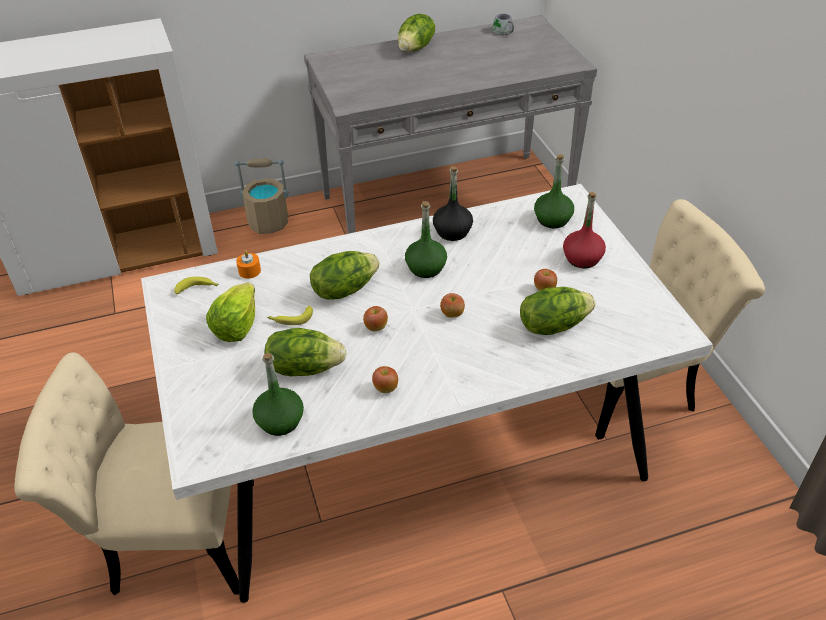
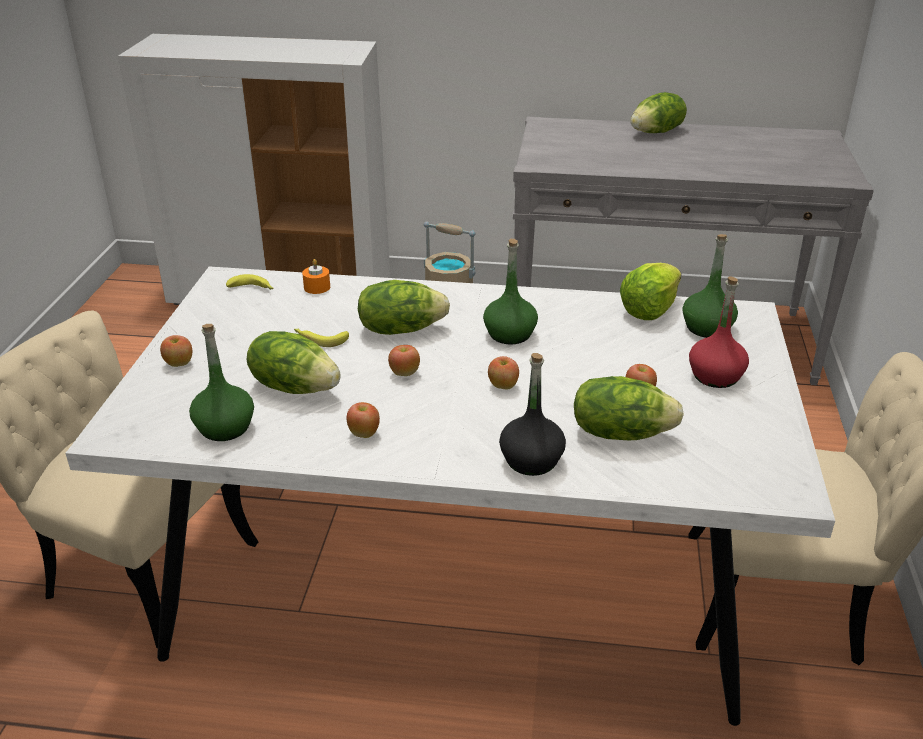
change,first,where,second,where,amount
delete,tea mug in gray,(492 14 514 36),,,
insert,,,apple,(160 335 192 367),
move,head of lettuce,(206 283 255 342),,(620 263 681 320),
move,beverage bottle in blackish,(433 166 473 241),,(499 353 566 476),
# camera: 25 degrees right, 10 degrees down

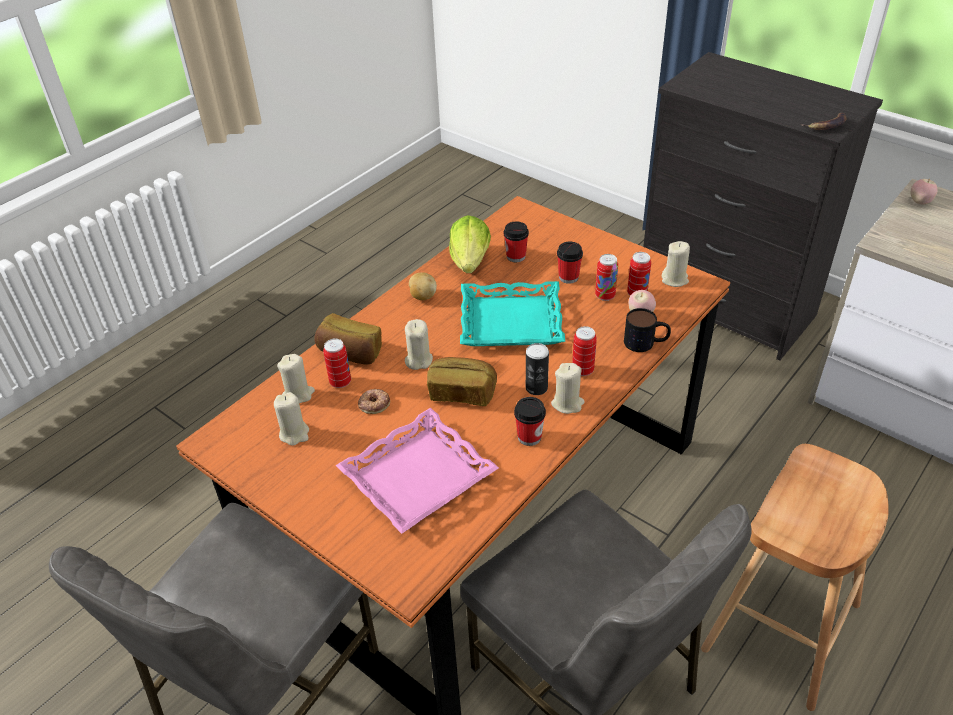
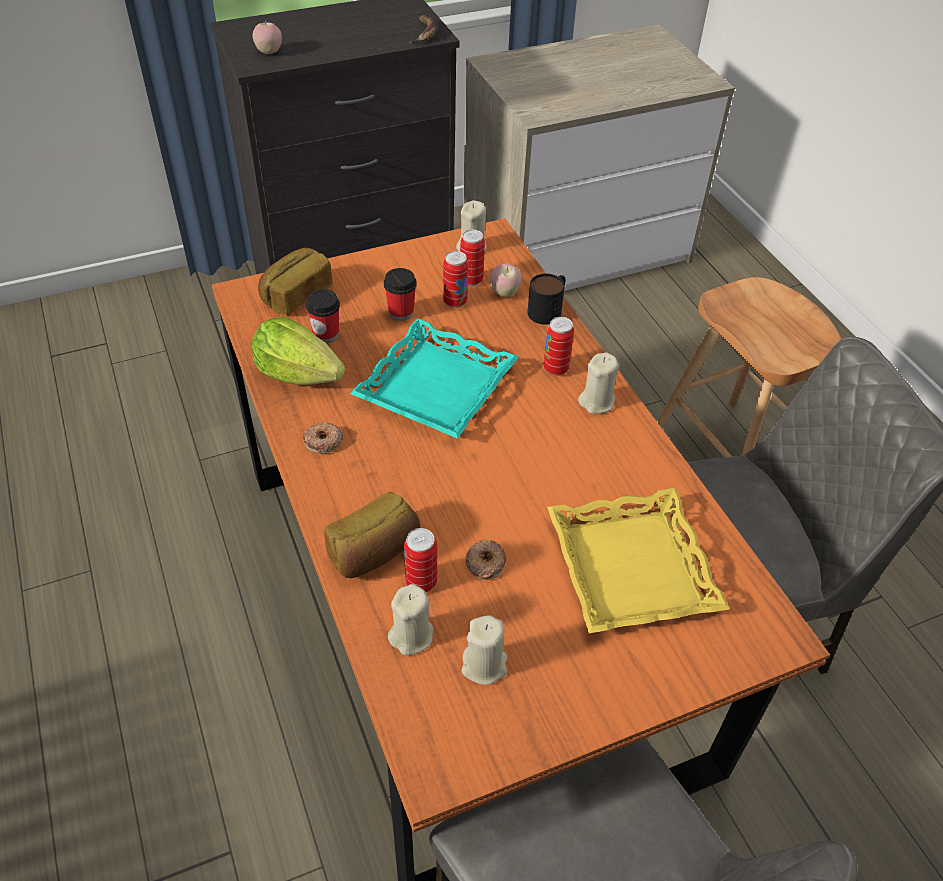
change,first,where,second,where,amount
delete,wax candle in sand-coloured,(405 319 433 370),,,
delete,small cup,(514 397 546 446),,,
delete,metal can,(526 343 549 395),,,
move,baked bread,(427 357 497 406),,(258 248 333 315),
move,apple,(911 178 938 204),,(252 19 282 54),
replace,potato,(409 272 437 300),donut,(303 422 344 453),
recolor,tray in pinkish,(336 408 499 534),tray in yellow,(547 488 730 633),
# camera: 65 degrees left, 5 degrees up

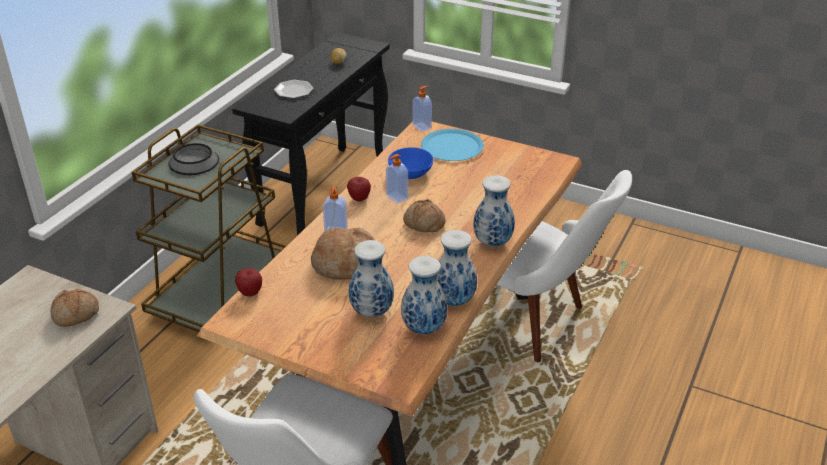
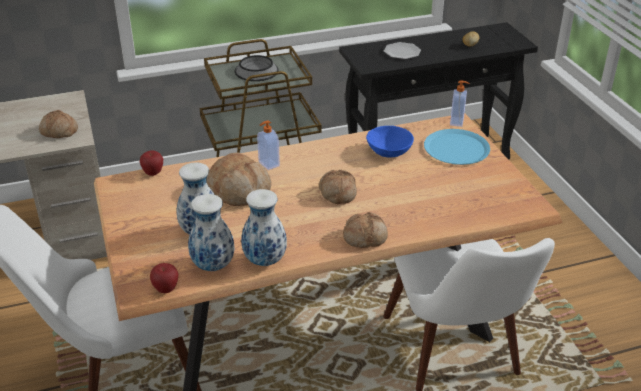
change,first,where,second,where,amount
delete,soap bottle,(386 154 408 203),,,
move,apple,(347 177 371 202),,(150 263 179 293),
replace,decorative vase,(473 175 515 247),baked bread,(343 212 388 248),
# camera: 45 degrees right, 0 degrees up

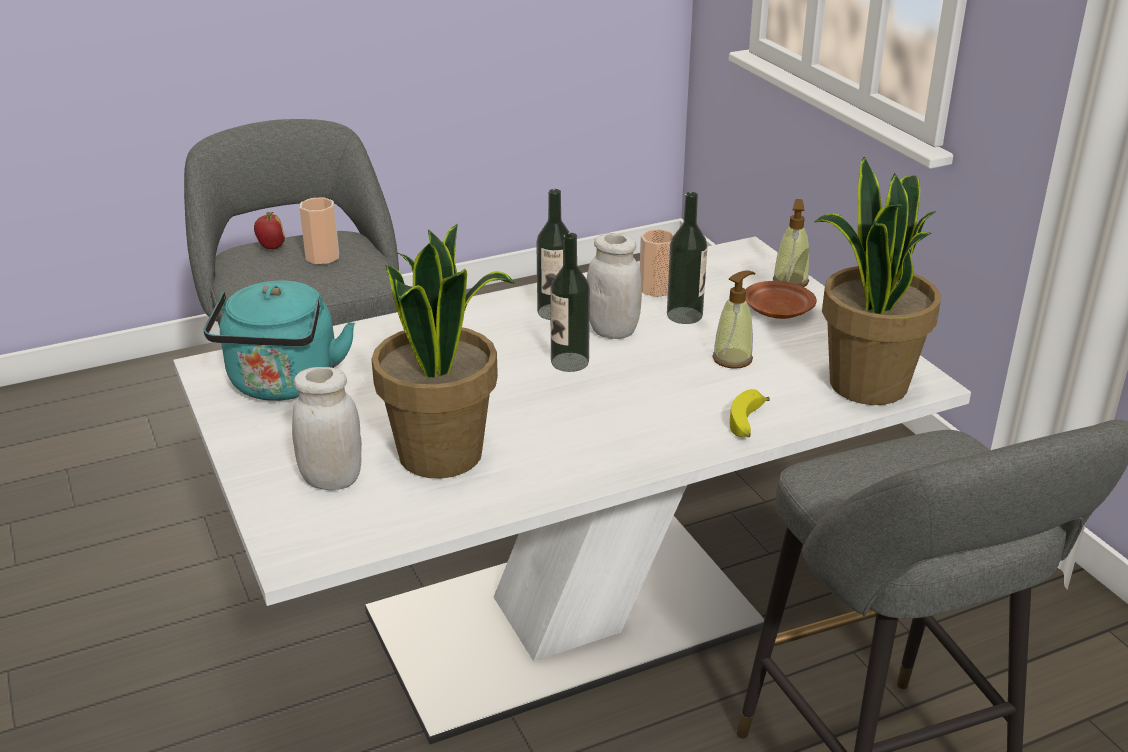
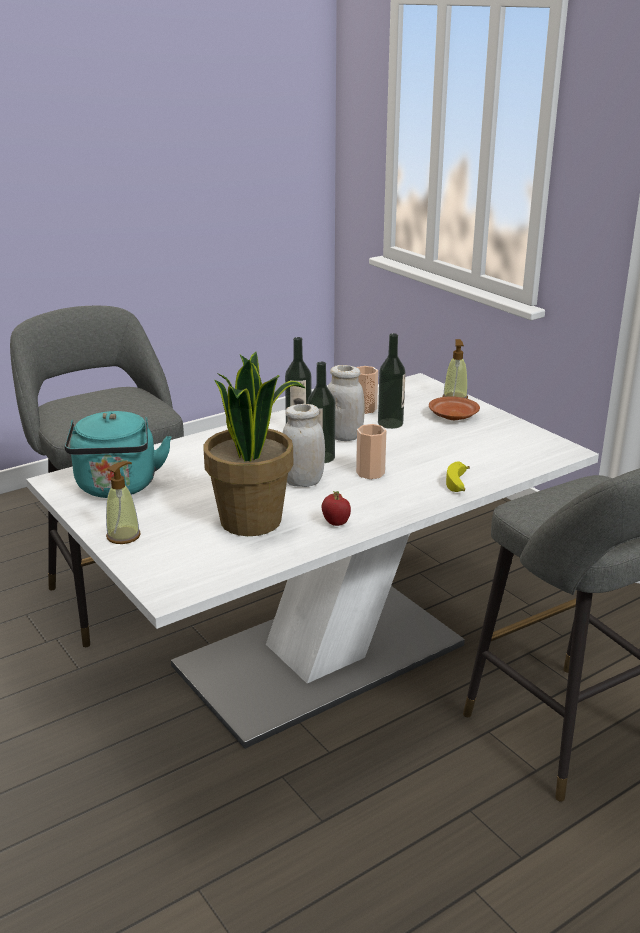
change,first,where,second,where,amount
delete,plant in a pot,(814 156 941 405),,,
move,apple,(254 212 285 249),,(322 491 351 526),
move,preserve jar in white-coloured,(292 367 362 491),,(282 404 325 487),
move,small cup,(300 197 339 264),,(356 424 386 479),
move,soap bottle,(712 270 755 369),,(106 461 141 544),
# camera: 10 degrees left, 5 degrees down

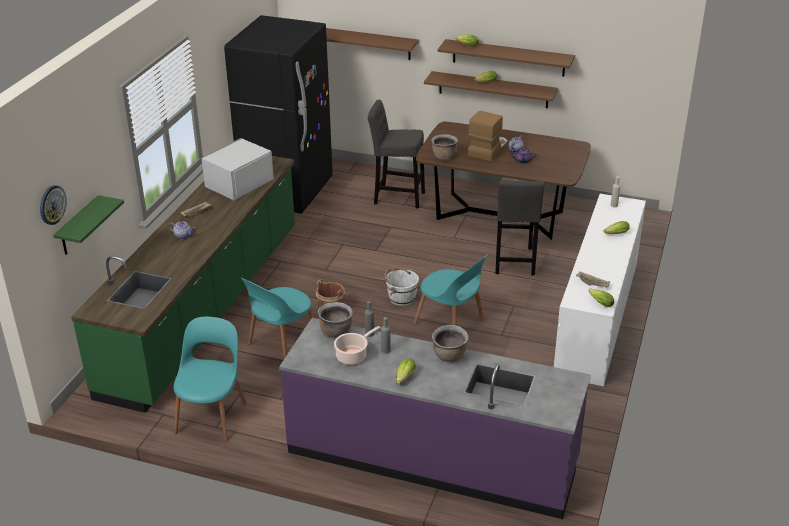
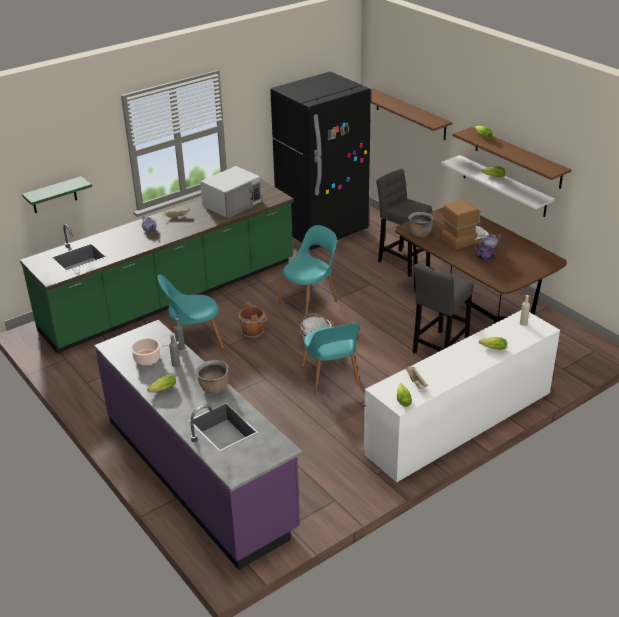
change,first,where,second,where,amount
delete,wall clock,(40 185 66 225),,,
delete,saucepot in brown-coloured,(318 302 353 338),,,
move,upright chair in blue-green,(174 317 247 441),,(278 225 337 318),
recolor,bracket shelf in brown-coloured,(424 71 558 108),bracket shelf in white-coloured,(441 155 555 217),
rotate,microwave oven in white-coloured,(201 138 274 200),,(200 166 262 218),150 degrees clockwise
# camera: 35 degrees right, 0 degrees up

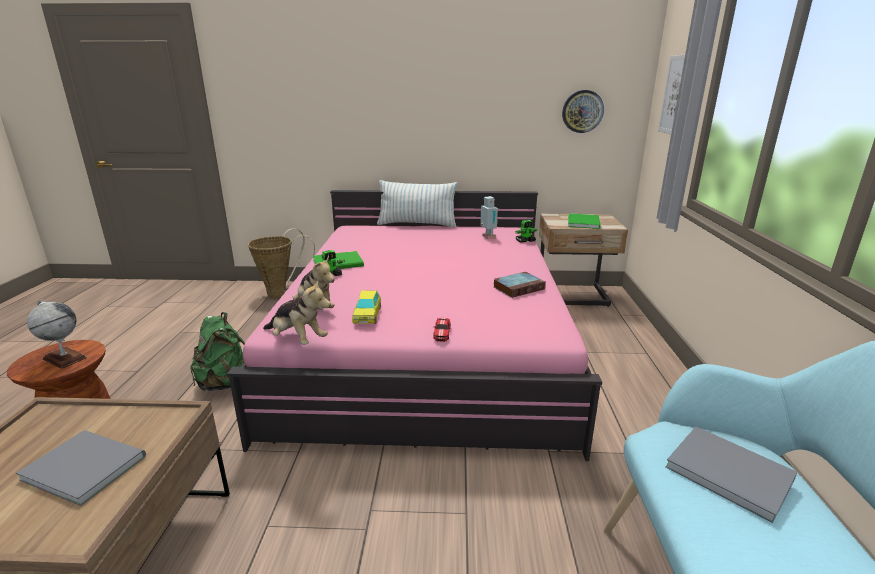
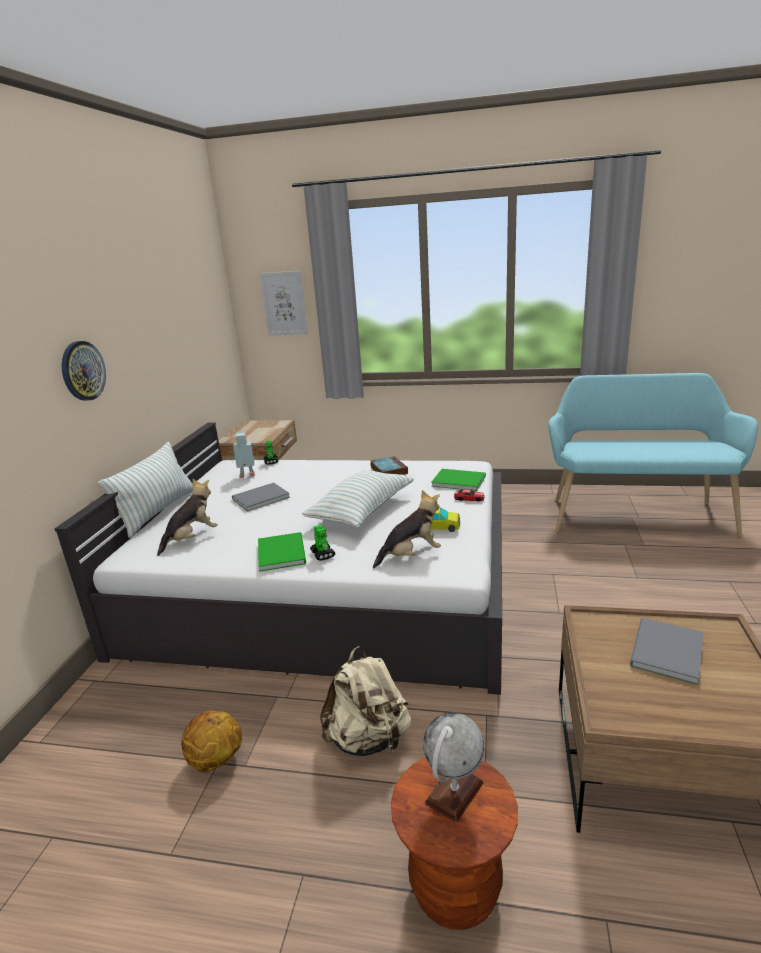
change,first,where,second,where,amount
delete,storage basket,(248 228 315 298),,,
insert,,,ball for basketball,(181 711 242 773),
insert,,,throw pillow,(302 470 413 528),
move,cuddly toy,(263 279 331 345),,(157 479 218 556),
move,wall clock,(562 90 604 133),,(62 341 106 401),
move,bound book in green-coloured,(568 213 600 229),,(431 469 486 491),
move,bound book in gray,(665 426 797 523),,(232 483 290 512),
recolor,rucksack in green-coloured,(191 312 245 391),rucksack in sand-coloured,(320 646 411 756),
recolor,bedroom bed in pinkish,(227 190 602 461),bedroom bed in white-coloured,(54 422 502 695),
# camera: 80 degrees left, 0 degrees up

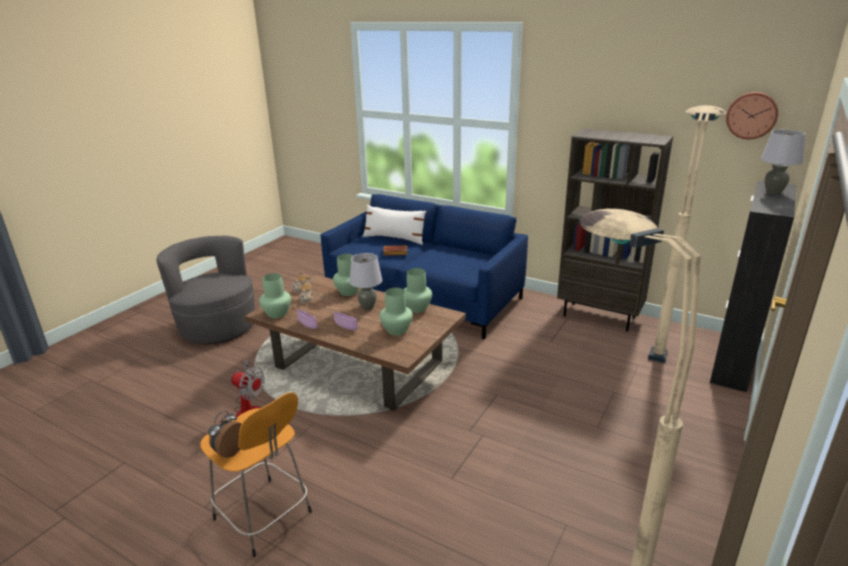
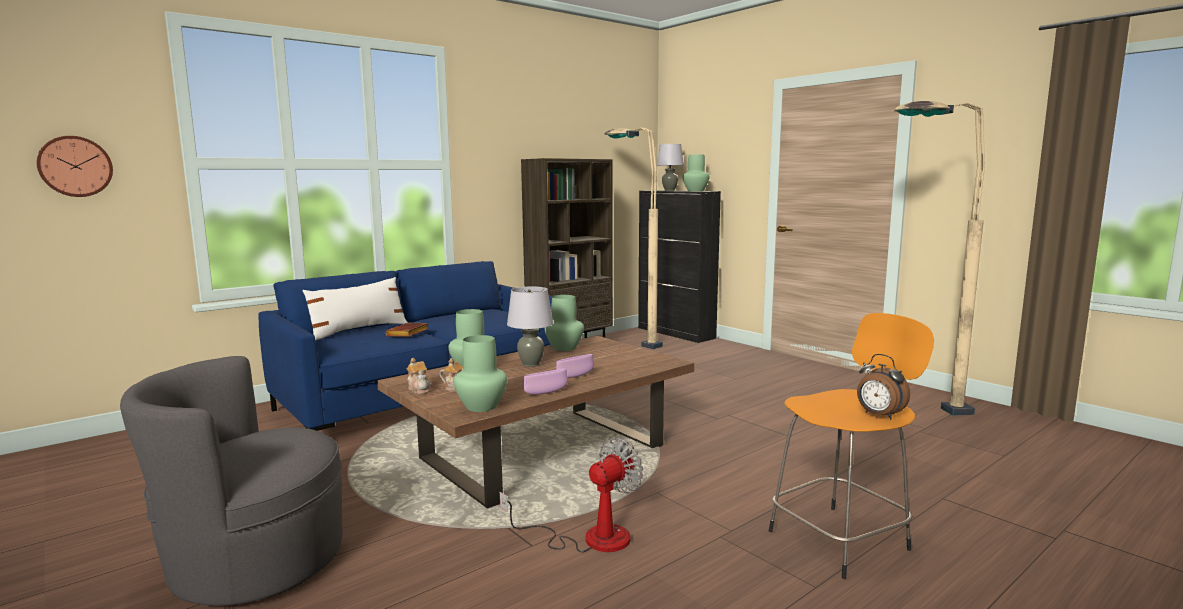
change,first,where,second,where,amount
move,decorative vase in green-coloured,(380 288 413 336),,(683 155 710 191),
move,wall clock,(726 92 778 139),,(36 136 113 197),
# camera: 70 degrees left, 15 degrees down

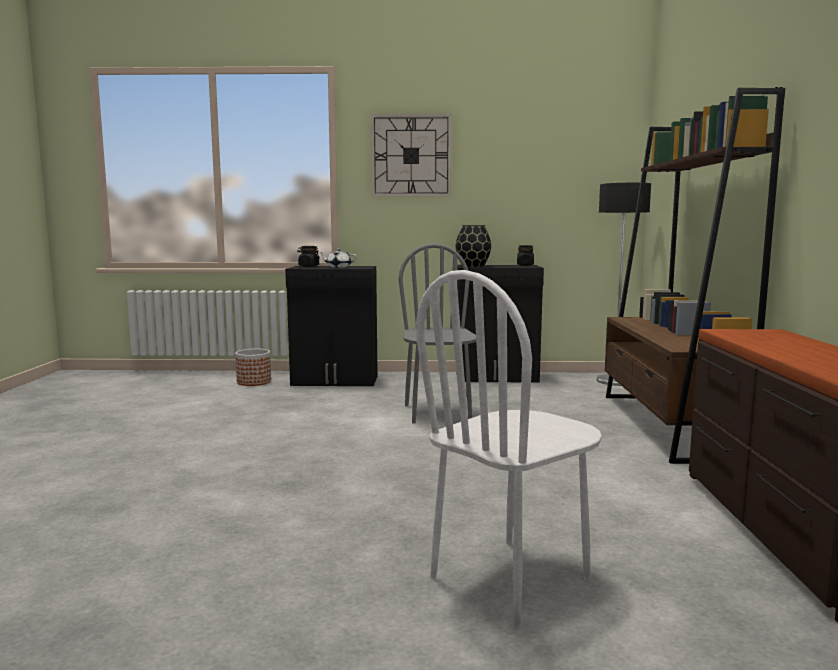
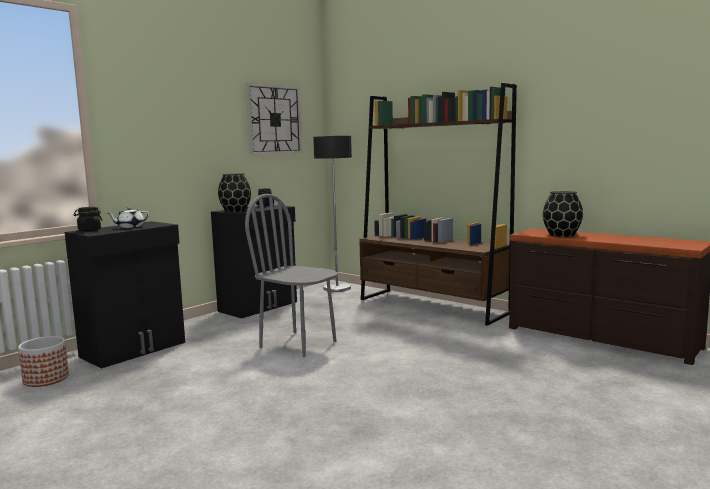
change,first,where,second,where,amount
delete,upright chair in white-coloured,(416 270 602 628),,,
insert,,,decorative vase in blackish,(543 191 583 237),
move,wall clock,(371 114 451 197),,(246 83 302 155),
# camera: 50 degrees left, 0 degrees up

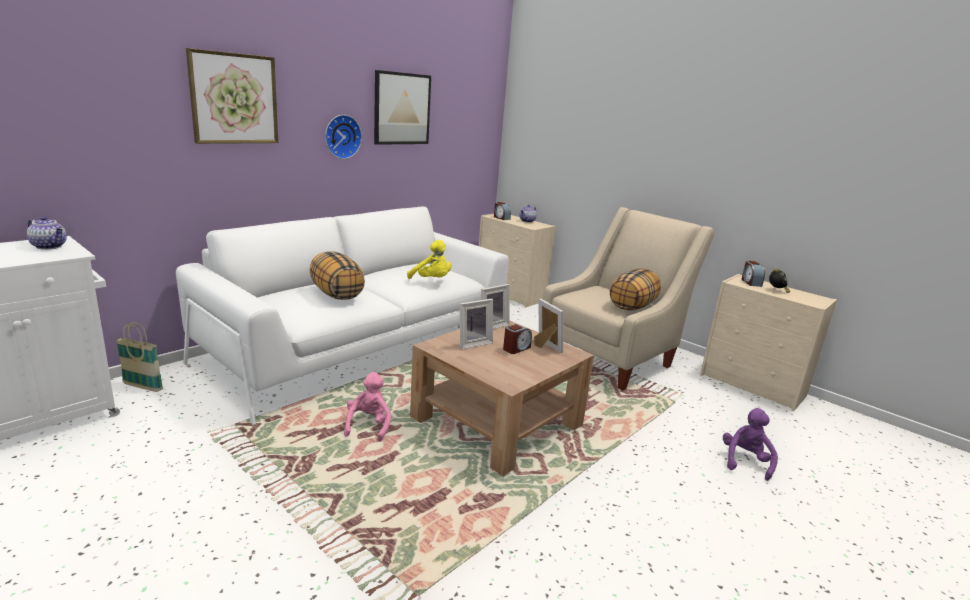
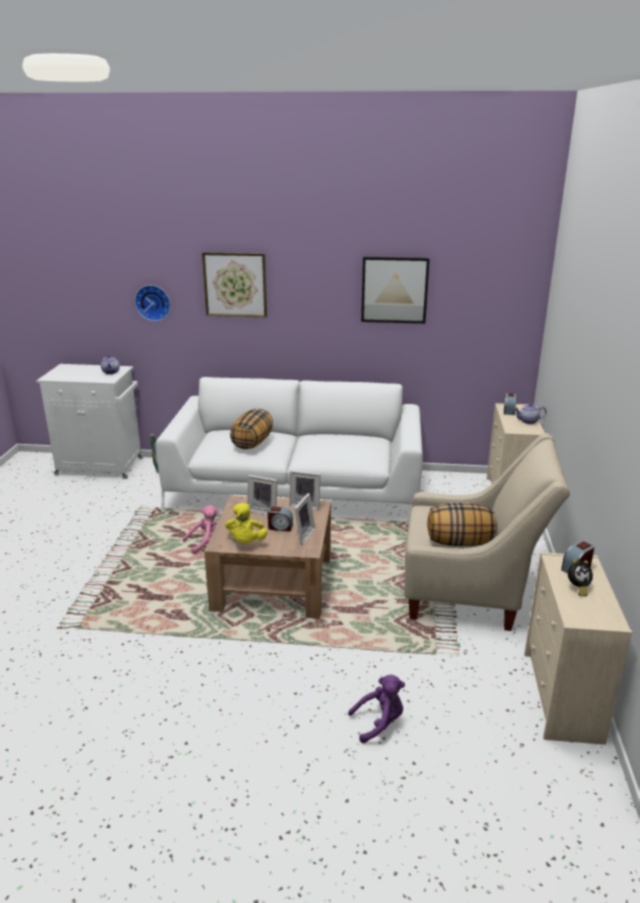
change,first,where,second,where,amount
move,wall clock,(325 115 362 159),,(135 285 170 321),
move,cuddly toy in yellow,(407 240 451 279),,(225 503 267 543),
# camera: 55 degrees right, 5 degrees up

